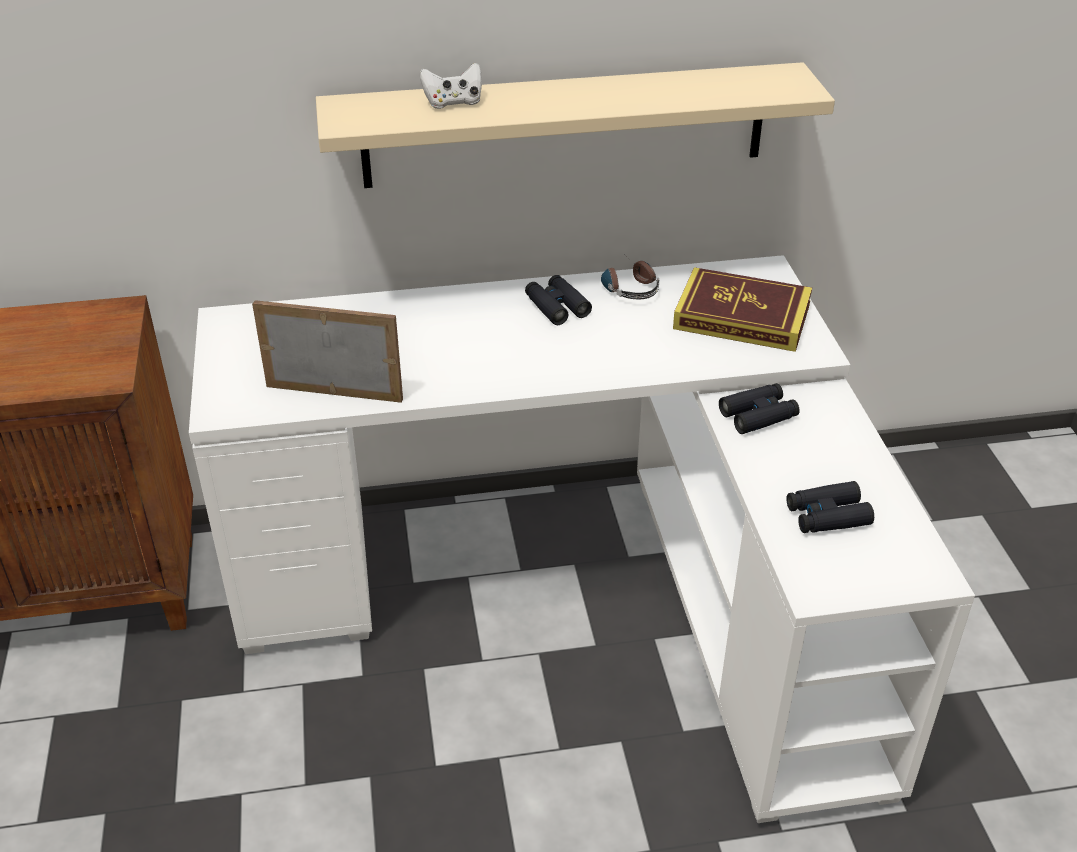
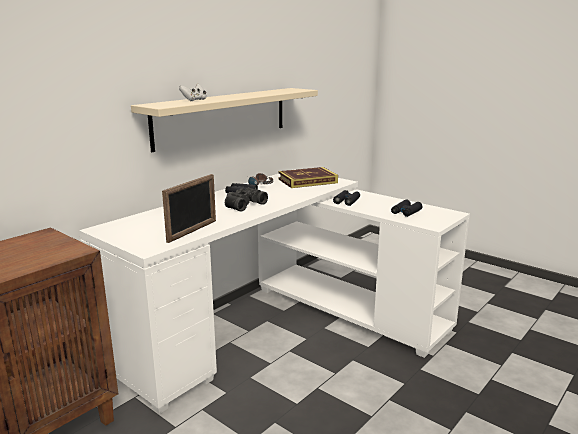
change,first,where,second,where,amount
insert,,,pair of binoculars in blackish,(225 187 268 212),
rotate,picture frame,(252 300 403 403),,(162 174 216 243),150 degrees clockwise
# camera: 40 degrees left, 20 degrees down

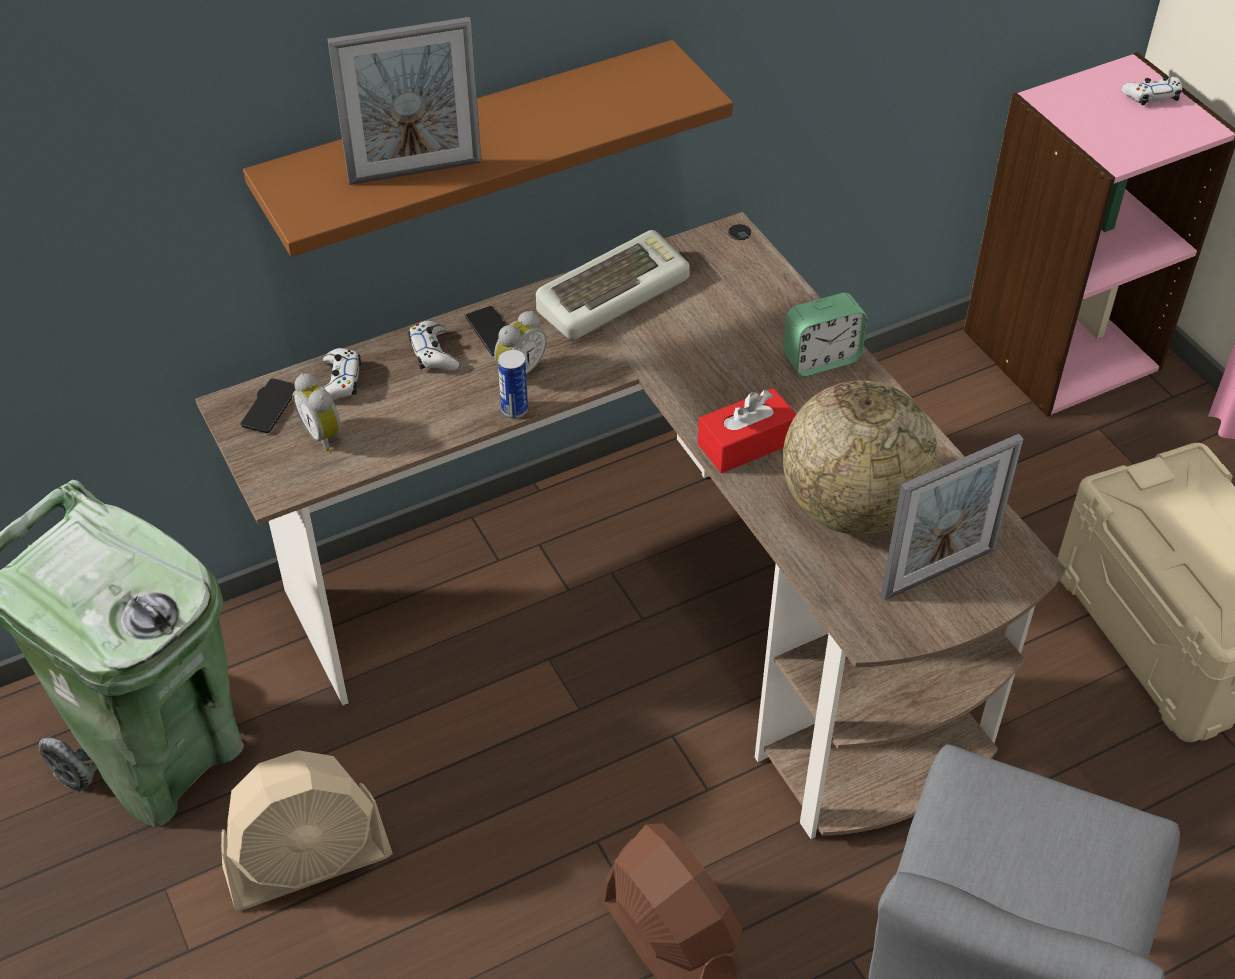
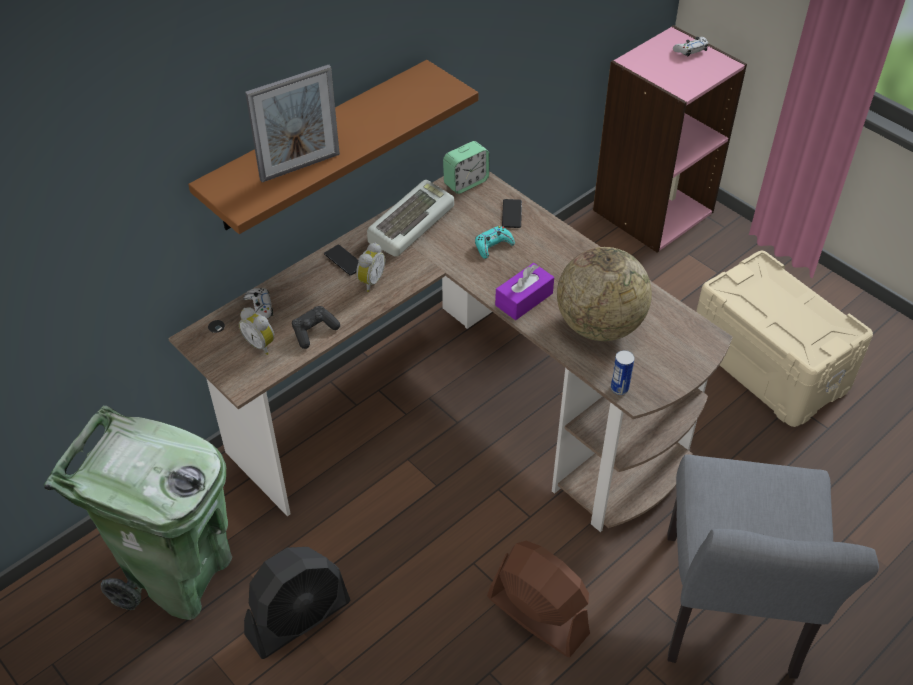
change,first,where,second,where,amount
delete,game controller in white-coloured,(408 321 459 371),,,
delete,picture frame,(881 434 1024 600),,,
insert,,,game controller in blackish,(292 306 340 349),
insert,,,game controller in blue-green,(475 226 515 259),
move,telephone,(240 378 296 433),,(502 199 522 228),
move,metal can,(498 349 528 418),,(611 350 635 395),
move,alarm clock,(783 293 867 377),,(443 141 489 194),
recolor,fan in sand-coloured,(221 750 393 910),fan in blackish,(244 547 351 659),
recolor,tissue box in red,(698 388 796 473),tissue box in purple-coloured,(495 263 554 320),
# camera: 15 degrees left, 0 degrees up

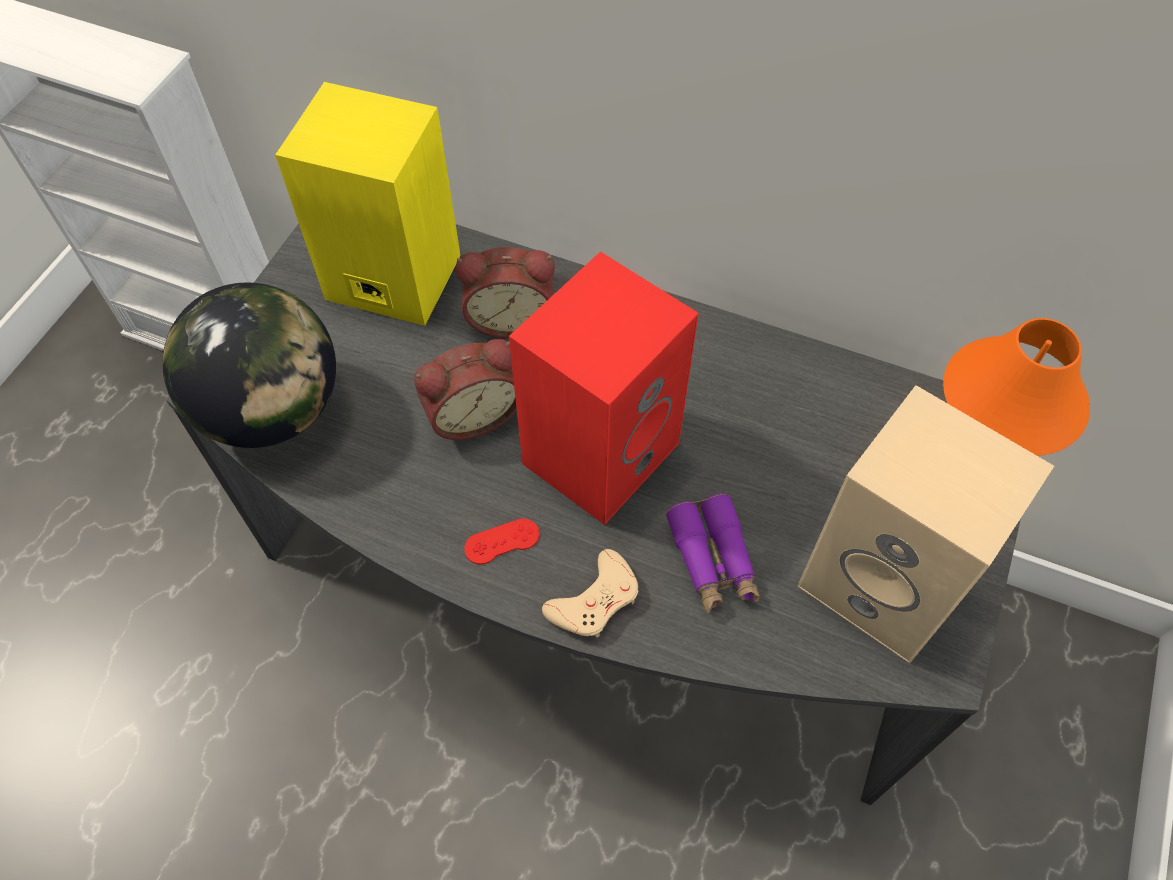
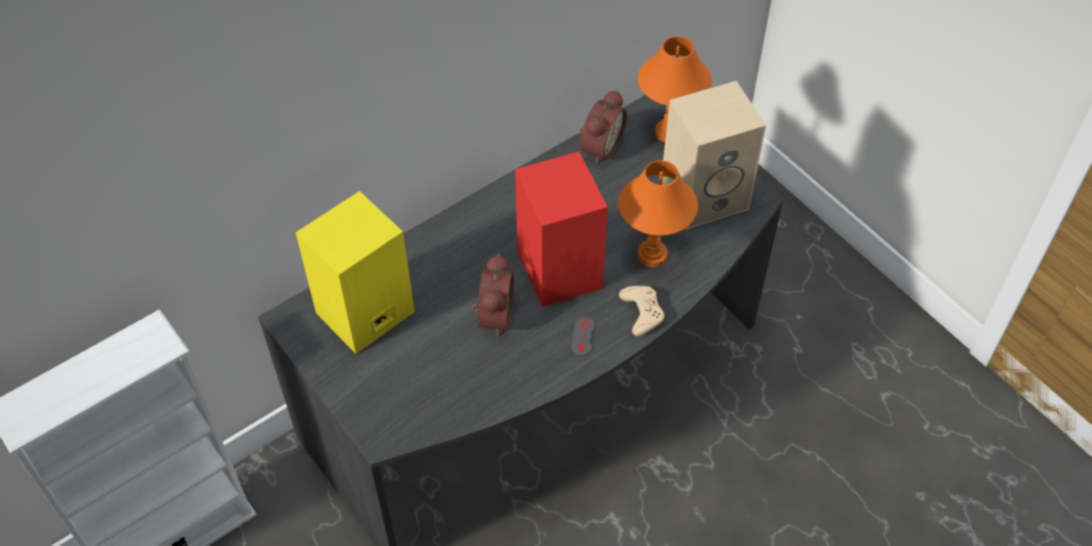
change,first,where,second,where,amount
delete,desk globe,(162 283 336 448),,,
move,alarm clock,(456 247 555 338),,(580 90 627 164),
replace,pair of binoculars in purple-coloured,(666 493 761 614),tabletop lamp in orange-coloured,(618 160 698 267),
recolor,game controller in red,(464 519 540 565),game controller in gray,(571 317 595 356),
# camera: 60 degrees left, 5 degrees down

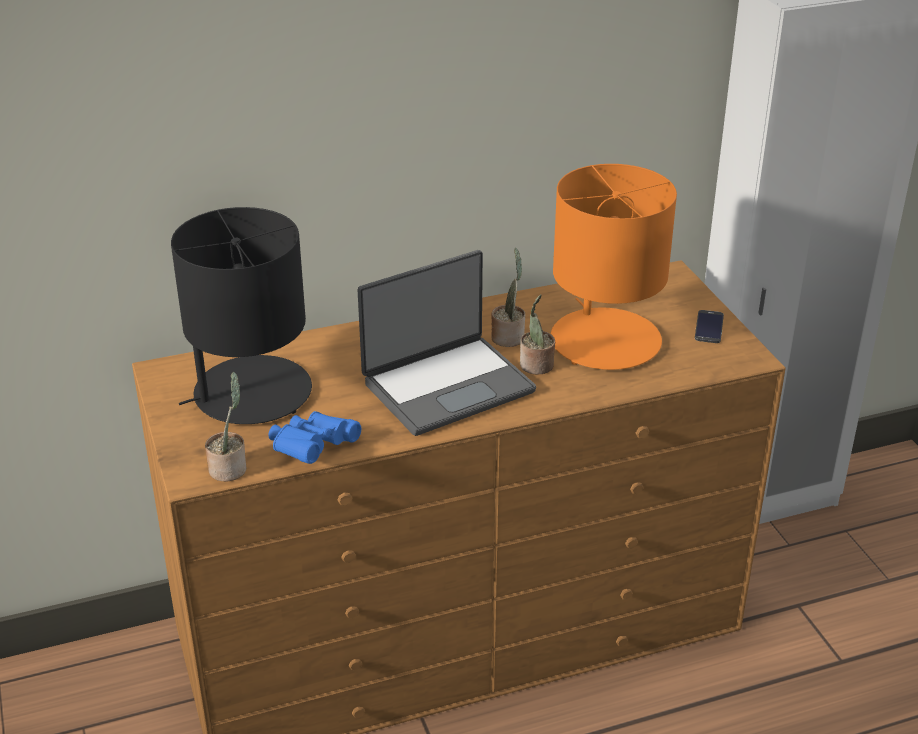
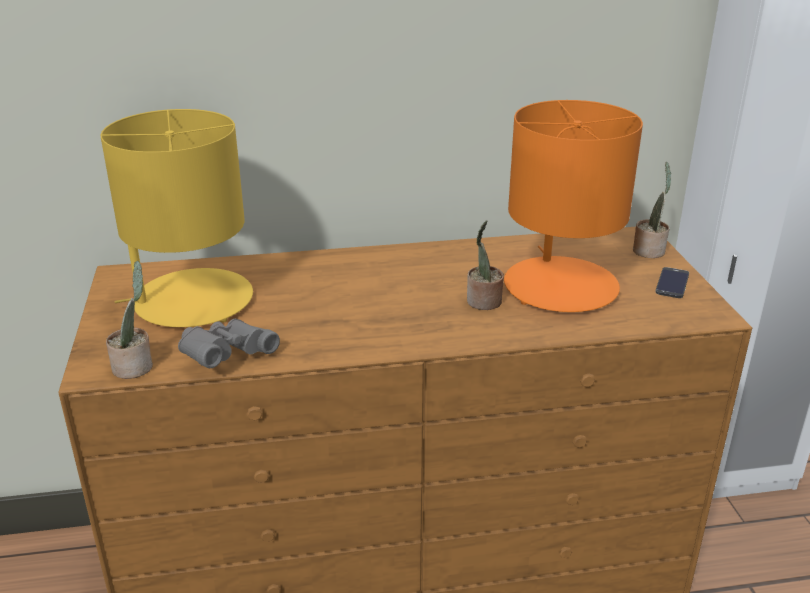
change,first,where,second,where,amount
delete,portable computer,(358 250 536 436),,,
move,plant in a pot,(491 248 525 347),,(633 162 672 258),
recolor,tabletop lamp in blackish,(171 207 312 424),tabletop lamp in yellow,(101 109 253 327),
recolor,pair of binoculars in blue,(269 411 361 464),pair of binoculars in gray,(178 319 280 368),
# camera: 10 degrees right, 5 degrees down

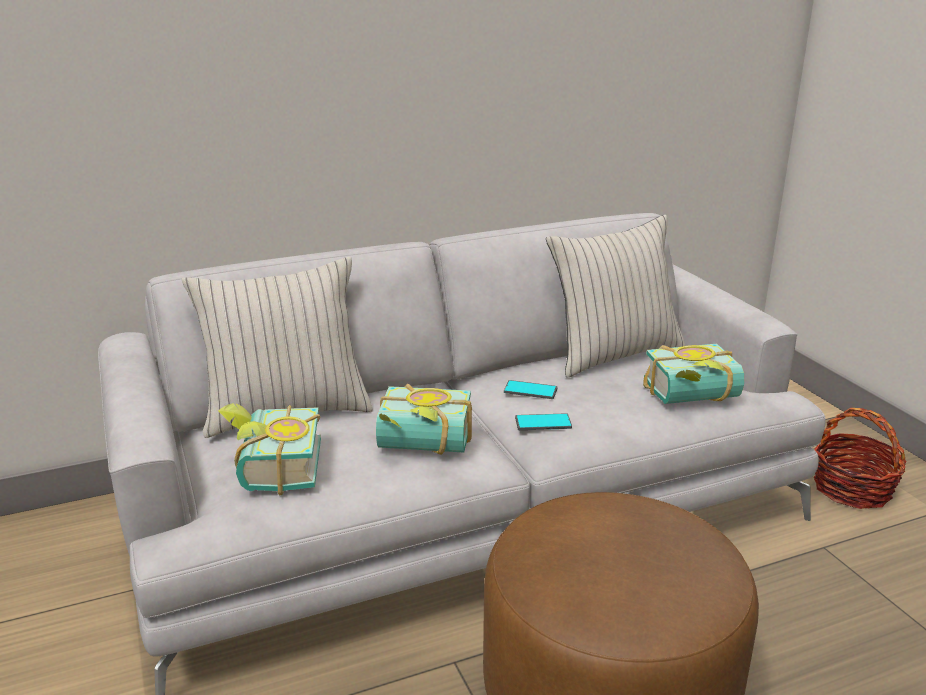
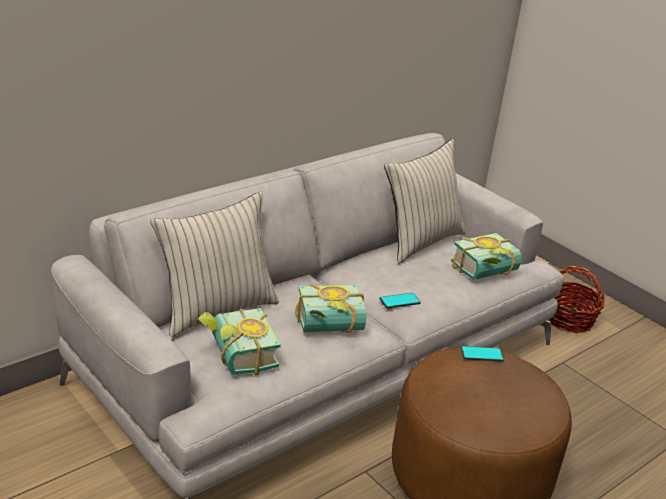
change,first,where,second,where,amount
move,telephone,(504 380 558 399),,(461 346 504 362),
# camera: 20 degrees left, 5 degrees up

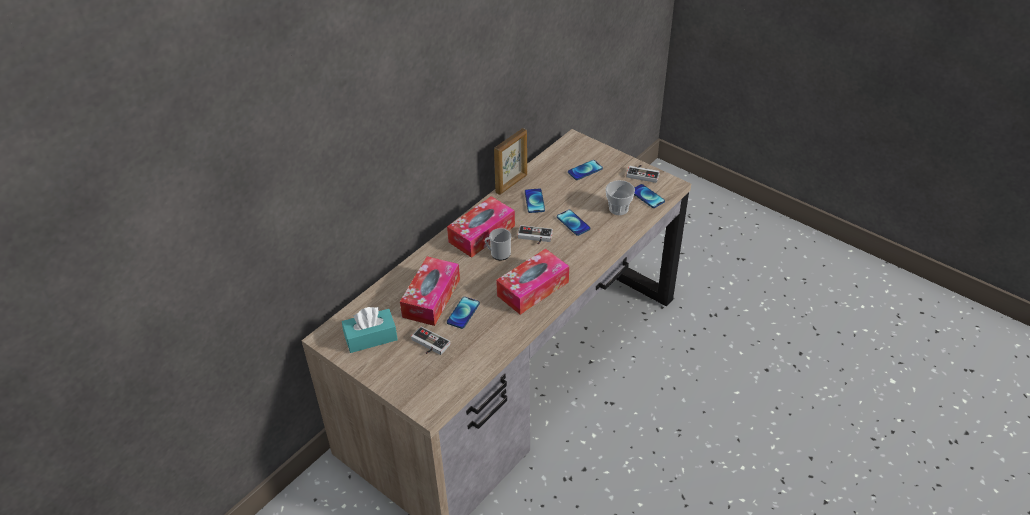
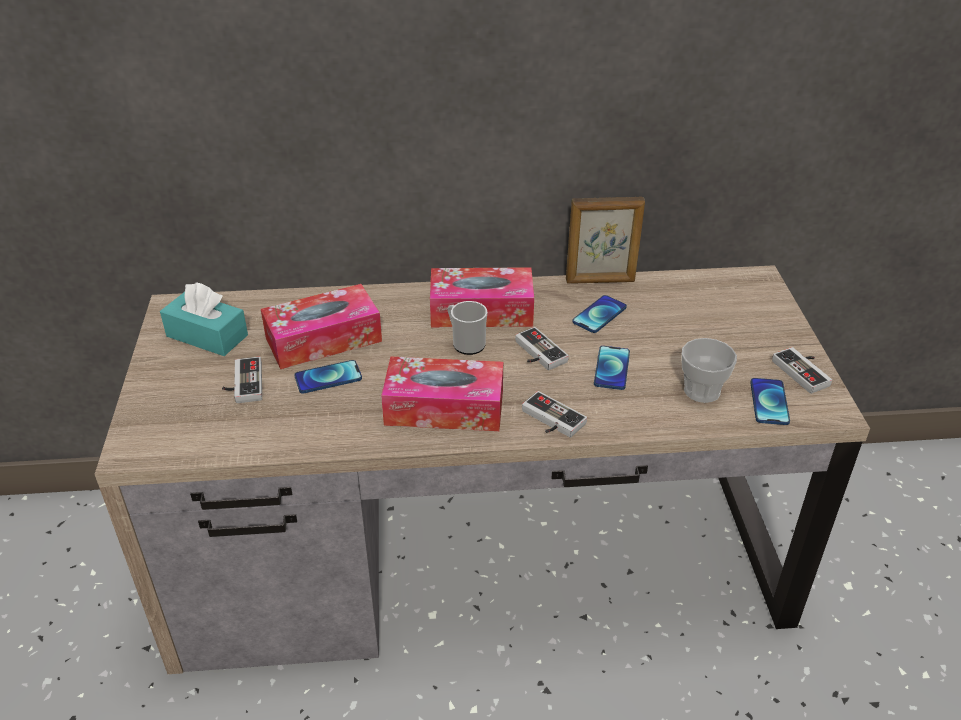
change,first,where,second,where,amount
delete,telephone,(568 160 603 180),,,
insert,,,game controller,(522 391 587 438),
# camera: 45 degrees right, 5 degrees down

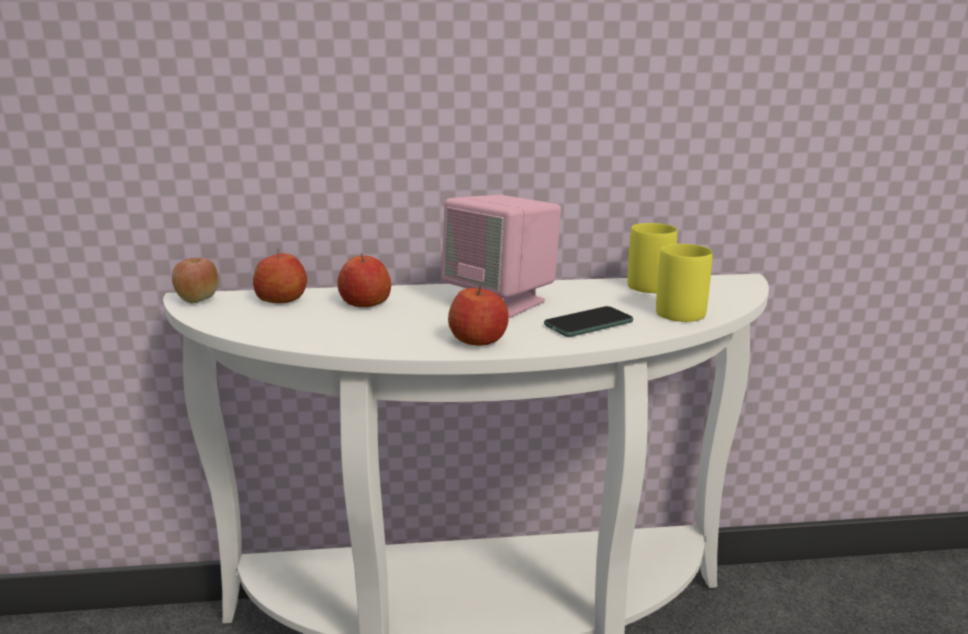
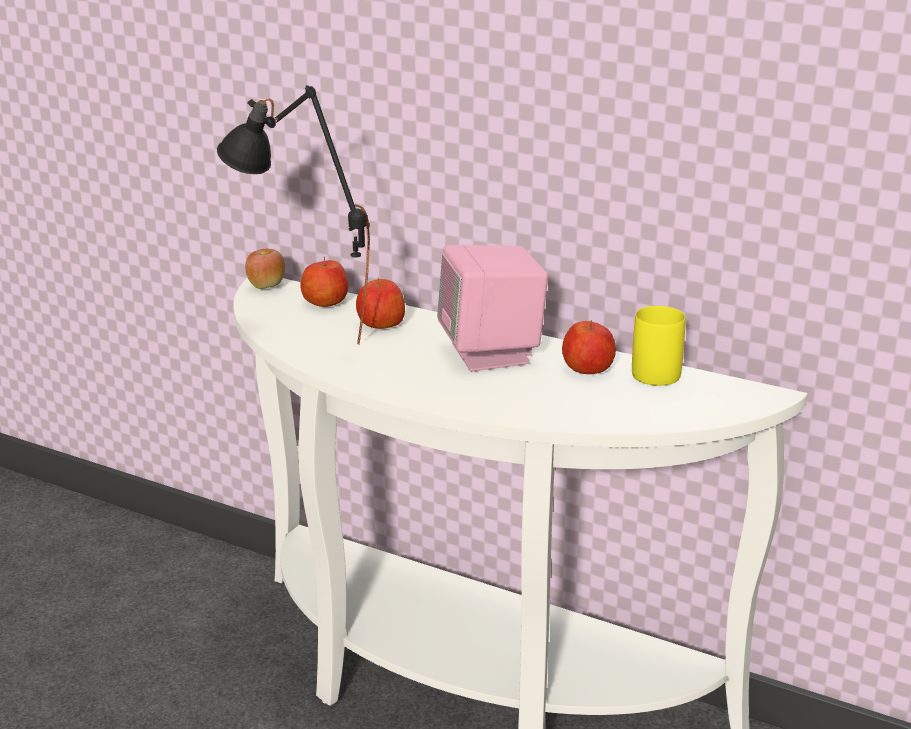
change,first,where,second,where,amount
delete,telephone,(544 306 633 337),,,
delete,tea mug in yellow,(656 244 712 322),,,
insert,,,tabletop lamp in blackish,(217 85 370 345),
move,apple,(448 284 509 346),,(562 320 616 374),
# camera: 35 degrees right, 5 degrees up

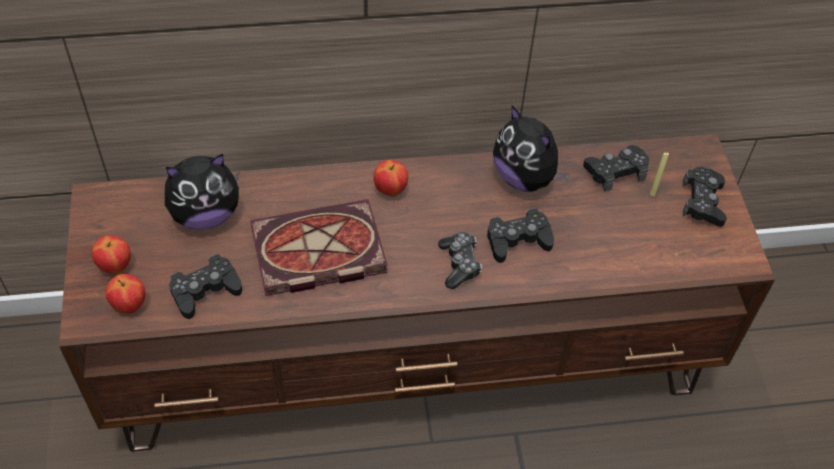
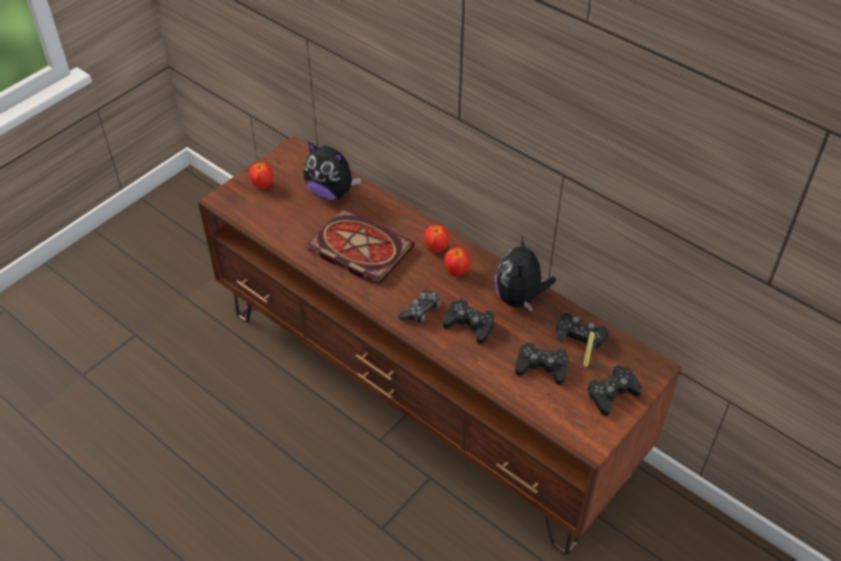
change,first,where,second,where,amount
move,apple,(105 274 145 313),,(444 248 470 276),
move,game controller in blackish,(169 254 242 319),,(515 342 569 385),
# camera: 50 degrees right, 5 degrees down

